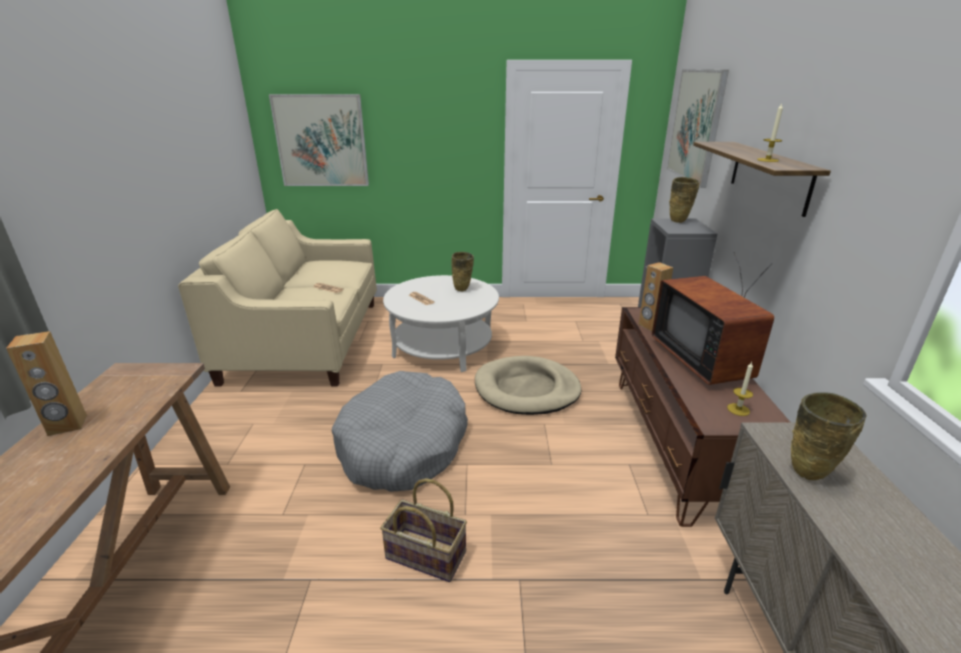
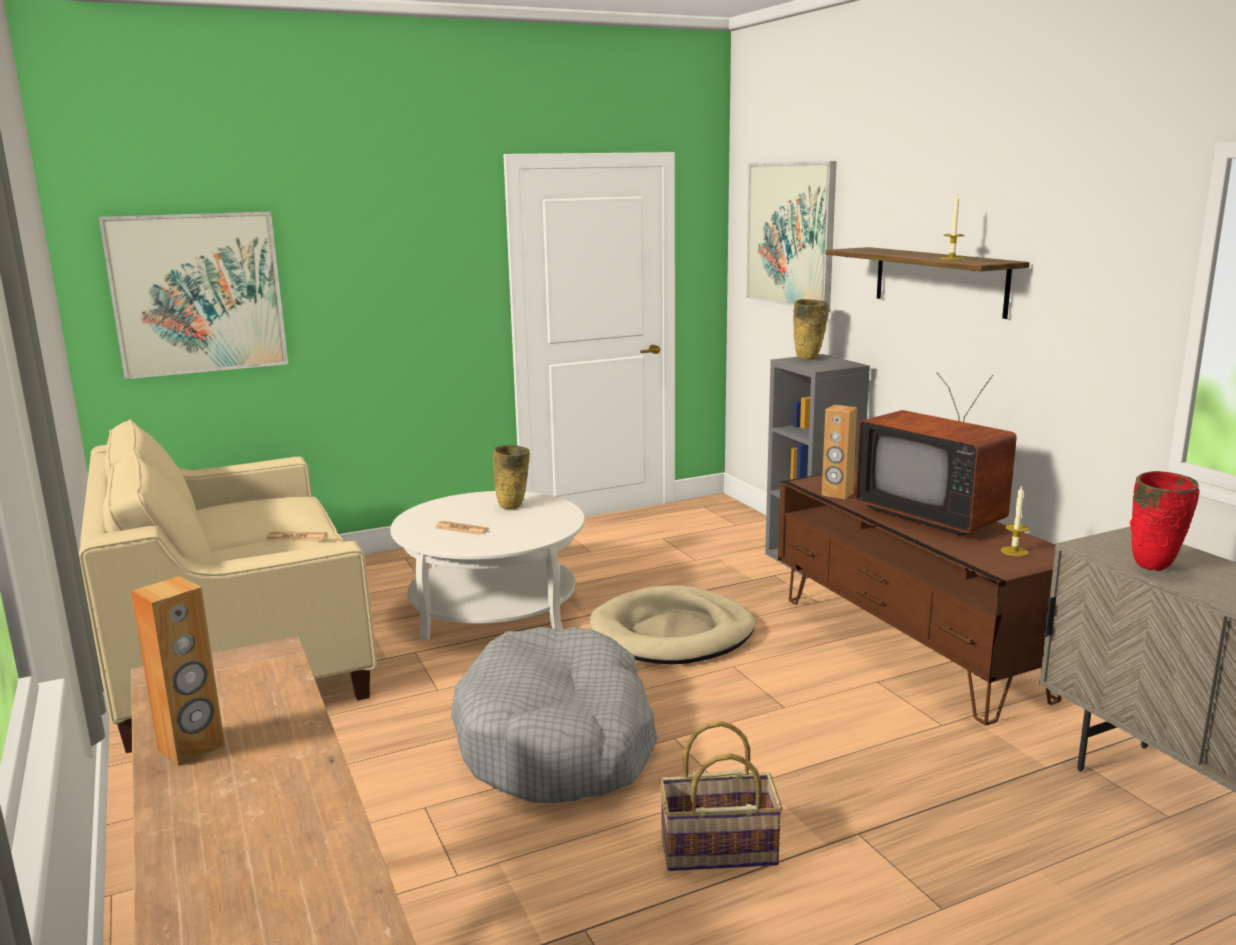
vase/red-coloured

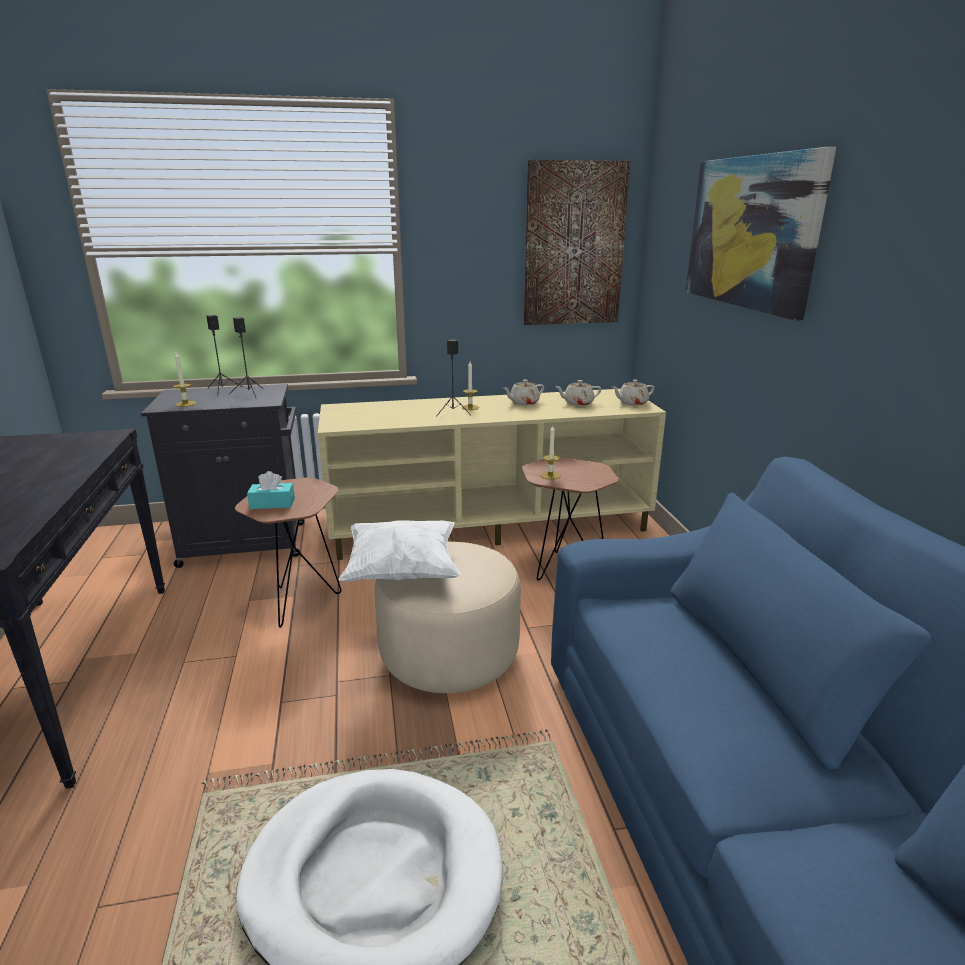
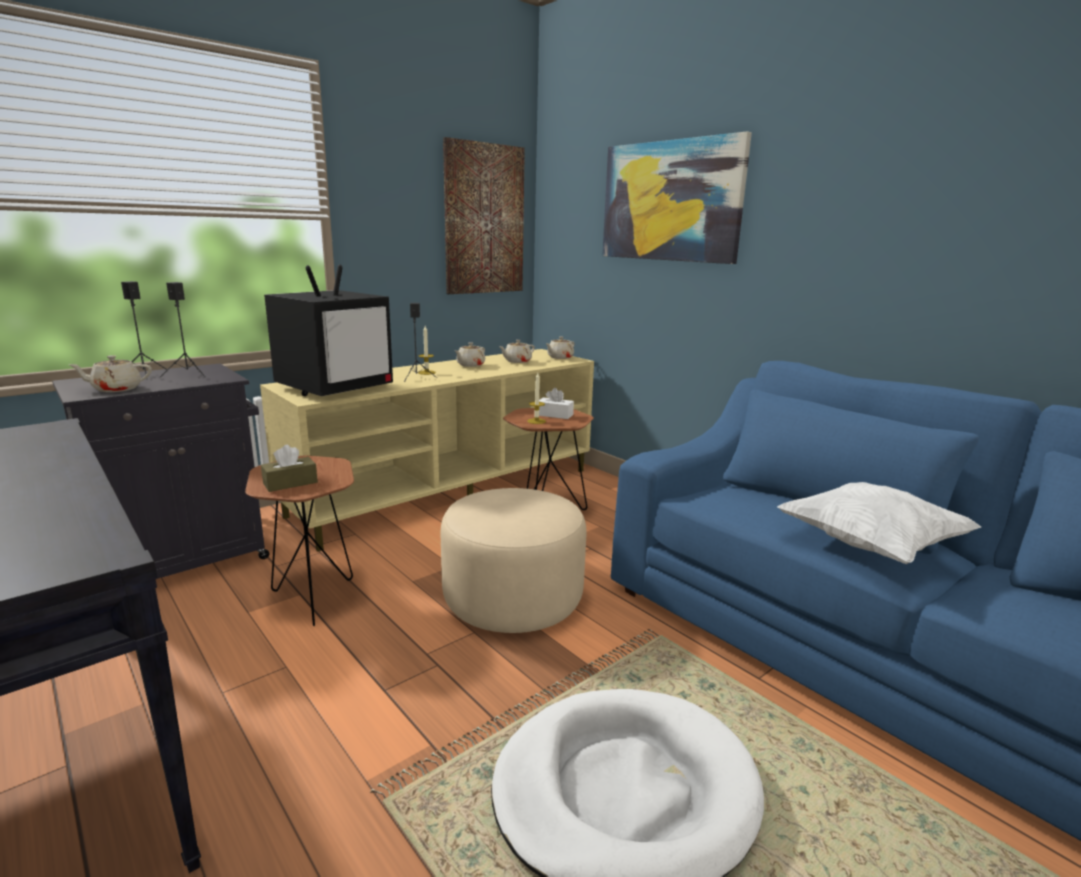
TV set; box of tissues/white-coloured; cushion/white-coloured; teapot/sand-coloured (no. 1 from left); box of tissues/brownish

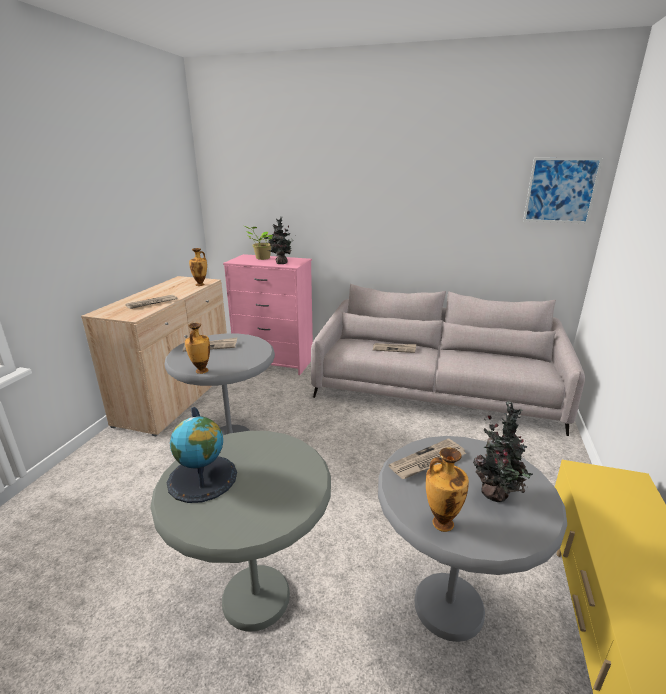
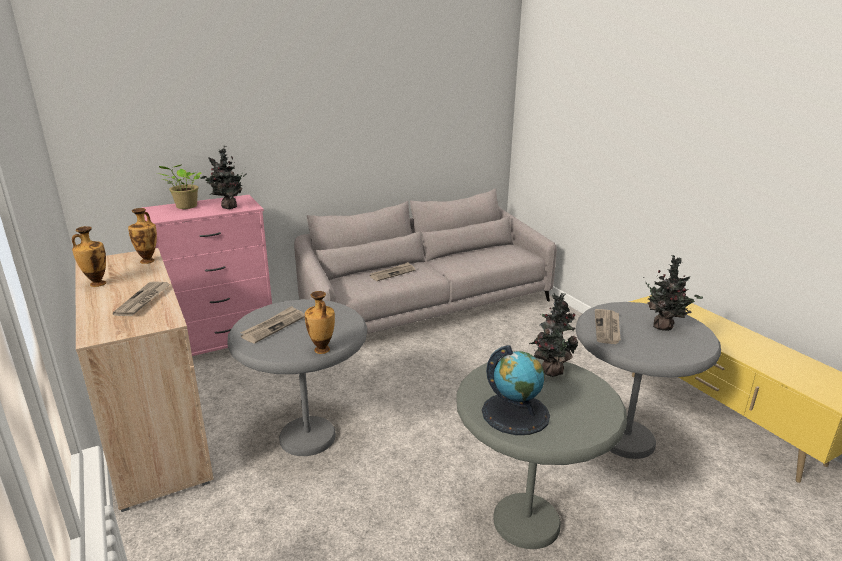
wall art; potted plant (no. 3 from left); vase (no. 1 from left)

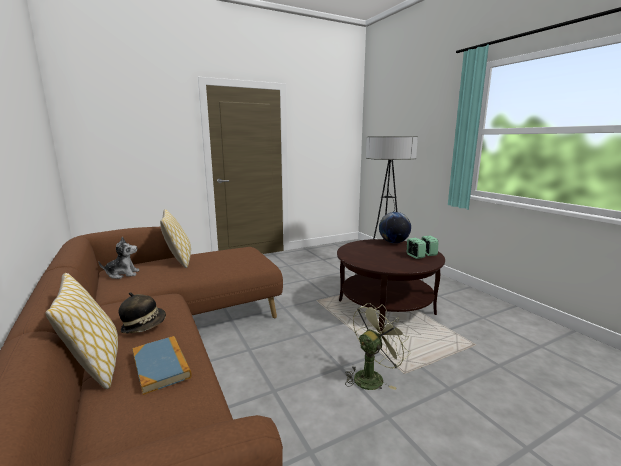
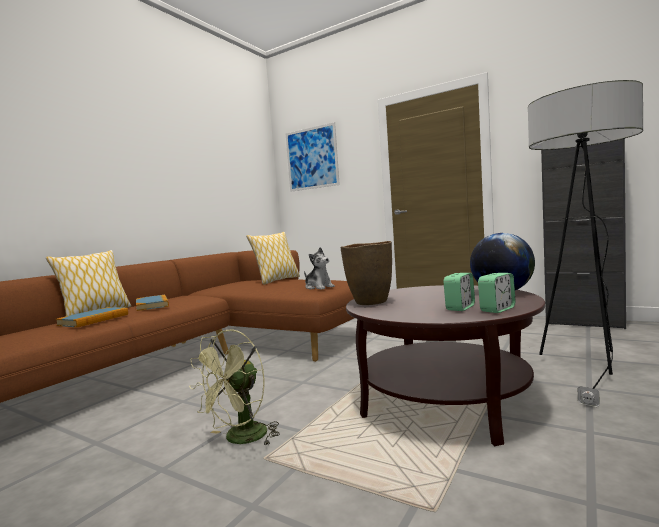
wall art; vase/brownish; cupboard/black-coloured; cuddly toy; book (no. 2 from left); electric fan/greenish

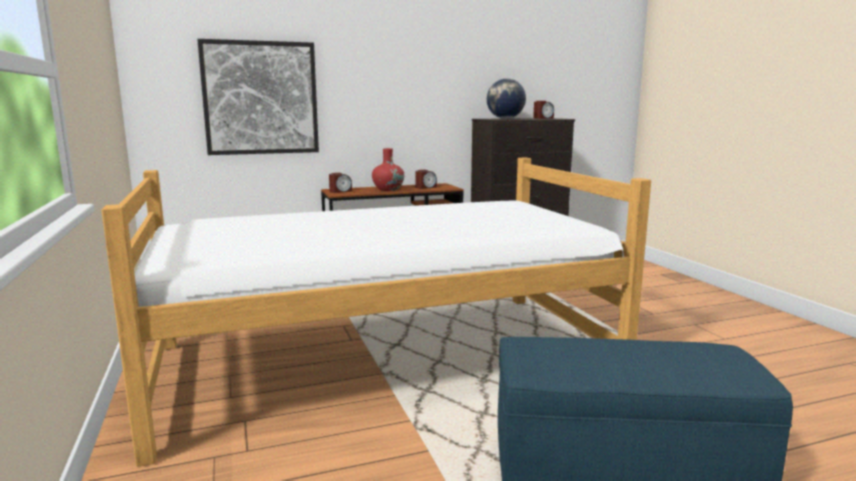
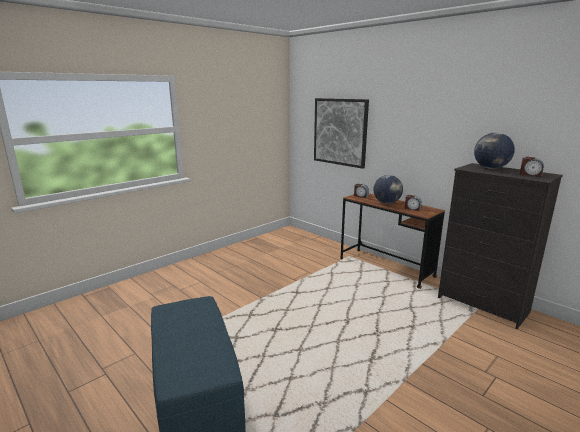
sleeping bed; desk globe (no. 1 from left)

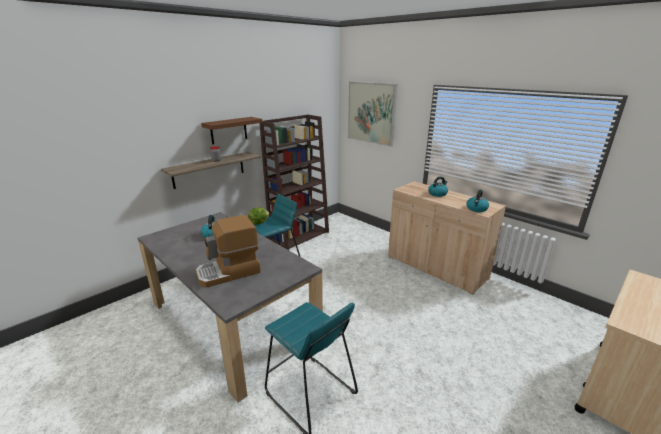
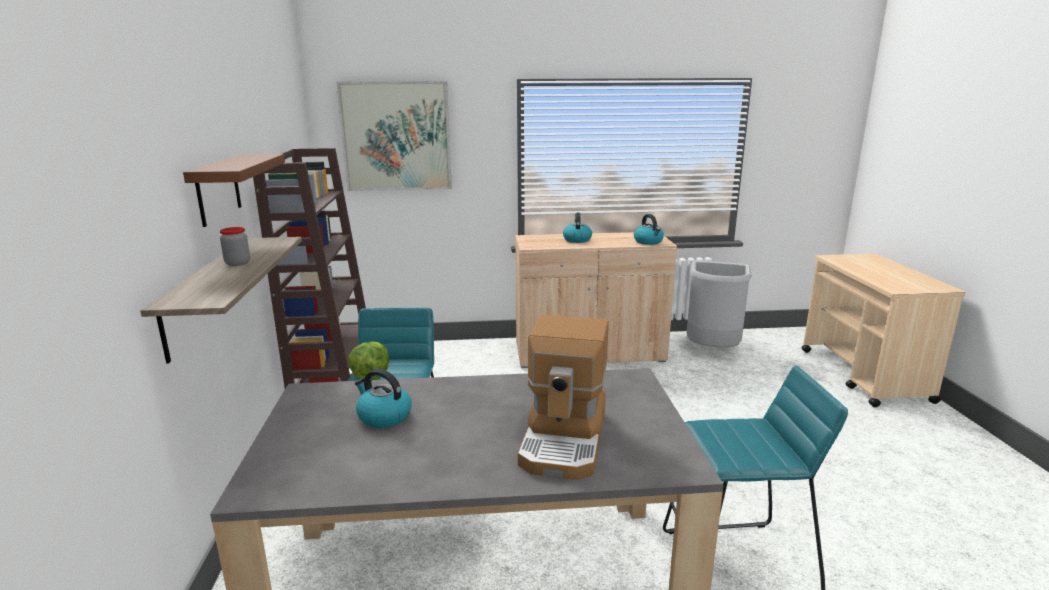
waste bin/greyish

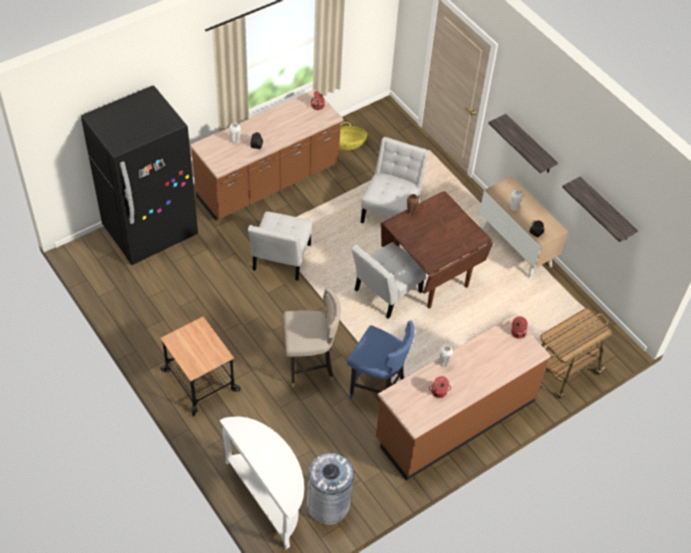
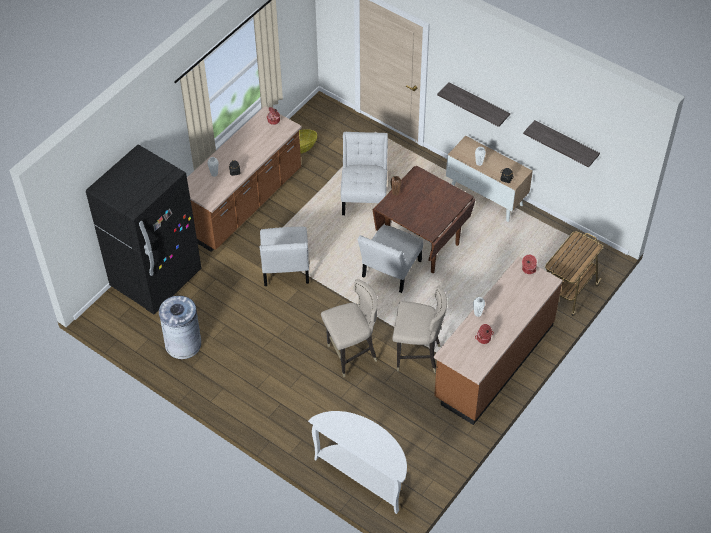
wheeled cart (no. 1 from left in the first image); waste bin/greyish; stool seat/sand-coloured (no. 2 from left)

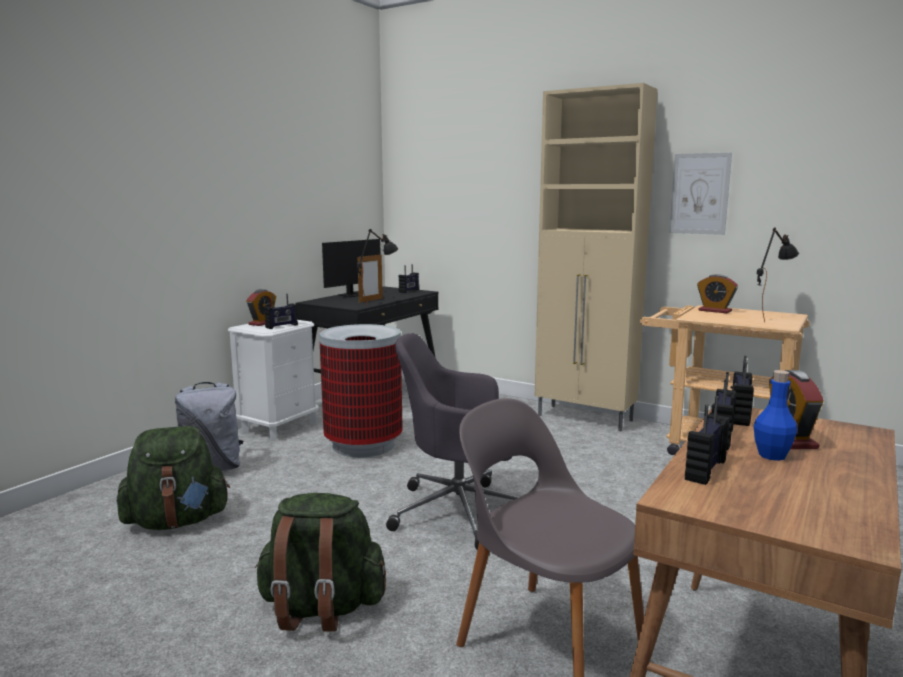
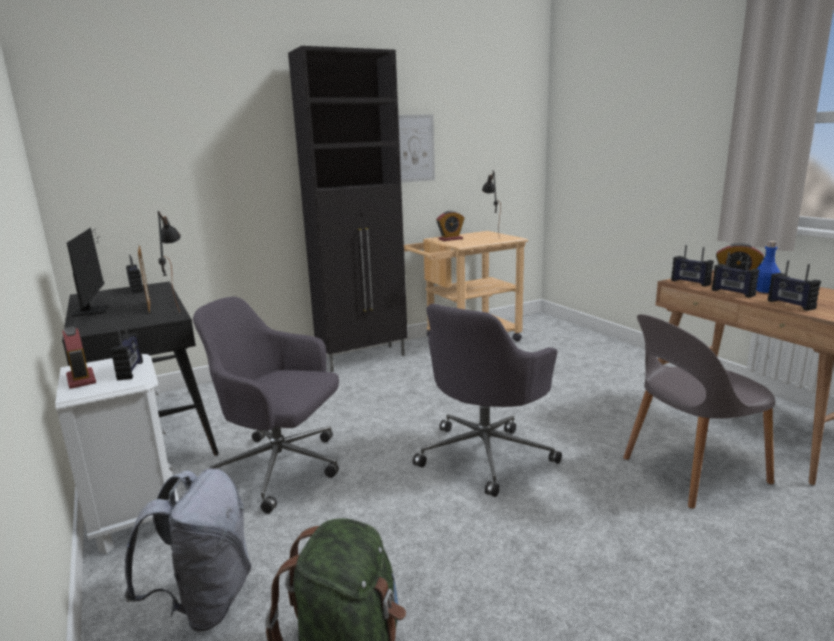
knapsack/greenish (no. 2 from left in the first image); office chair/greyish (no. 1 from left); cupboard/black-coloured

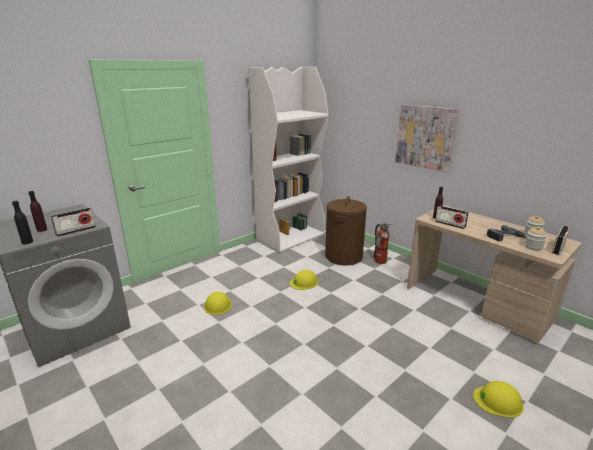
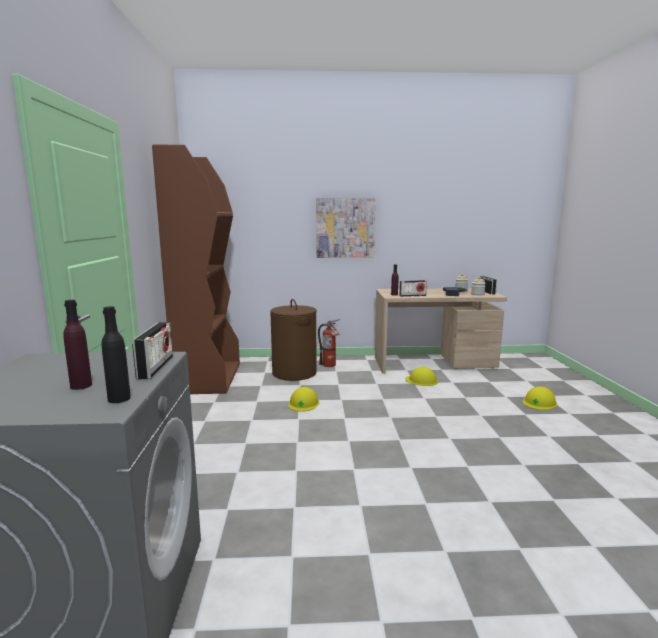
work helmet/yellow (no. 2 from left); shelving unit/brownish

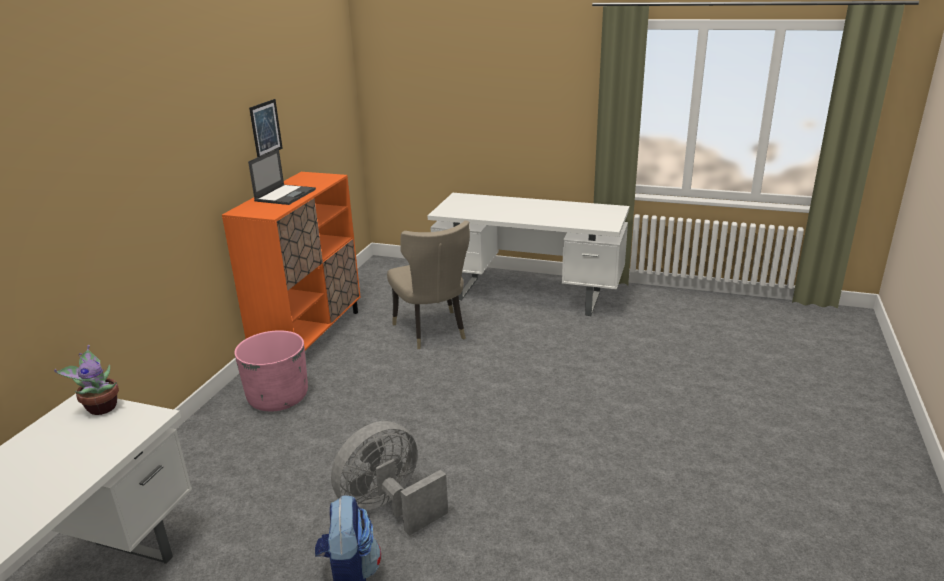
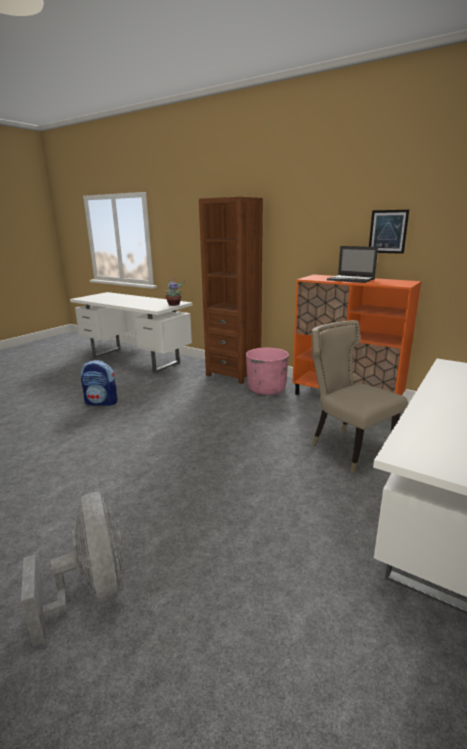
shelving unit/brownish; electric fan/greyish; chair/sand-coloured

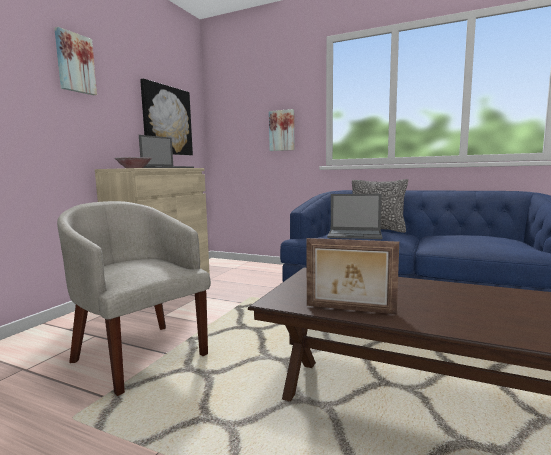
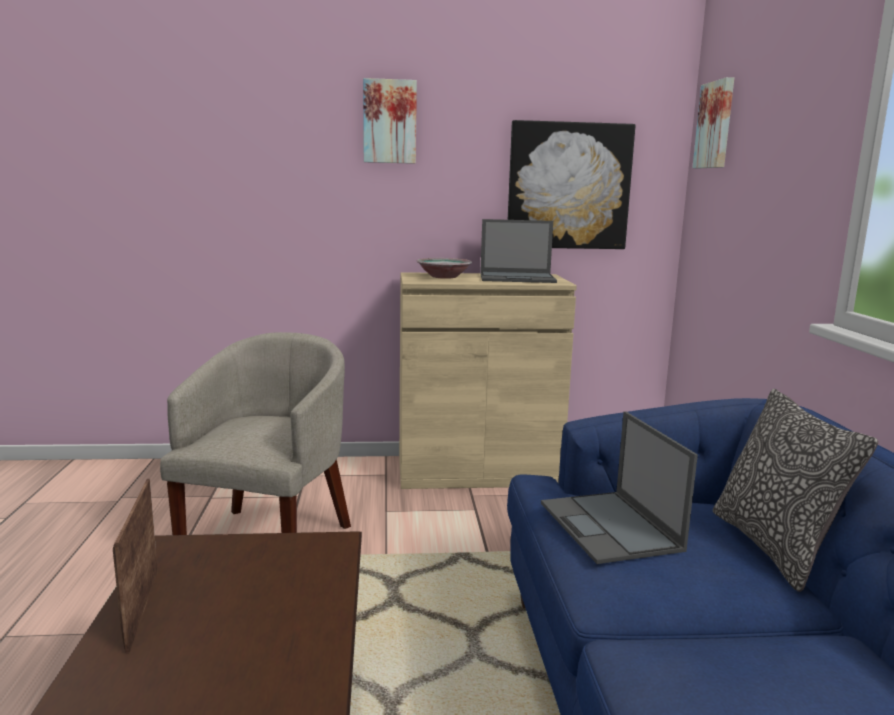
wall art (no. 3 from left)

